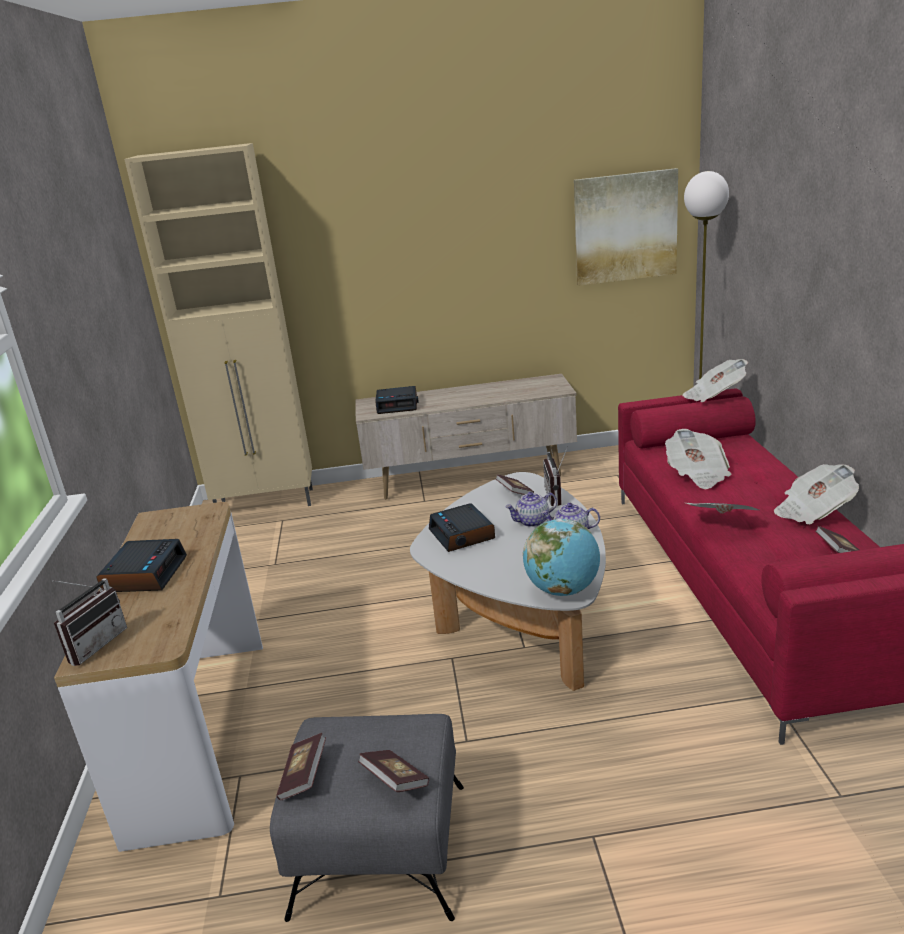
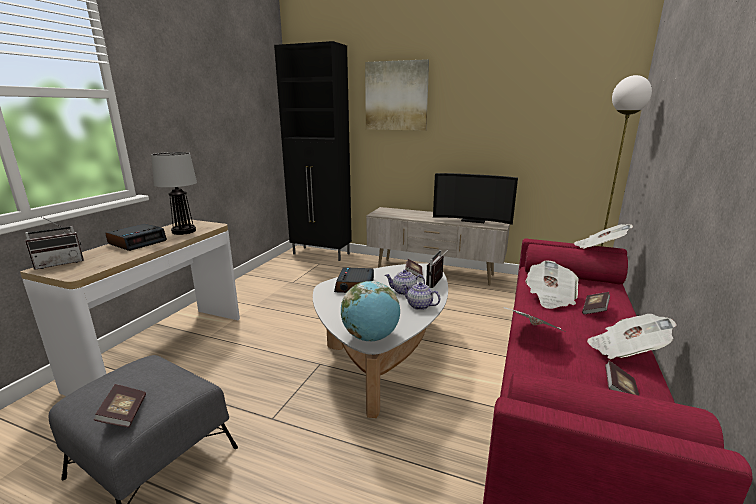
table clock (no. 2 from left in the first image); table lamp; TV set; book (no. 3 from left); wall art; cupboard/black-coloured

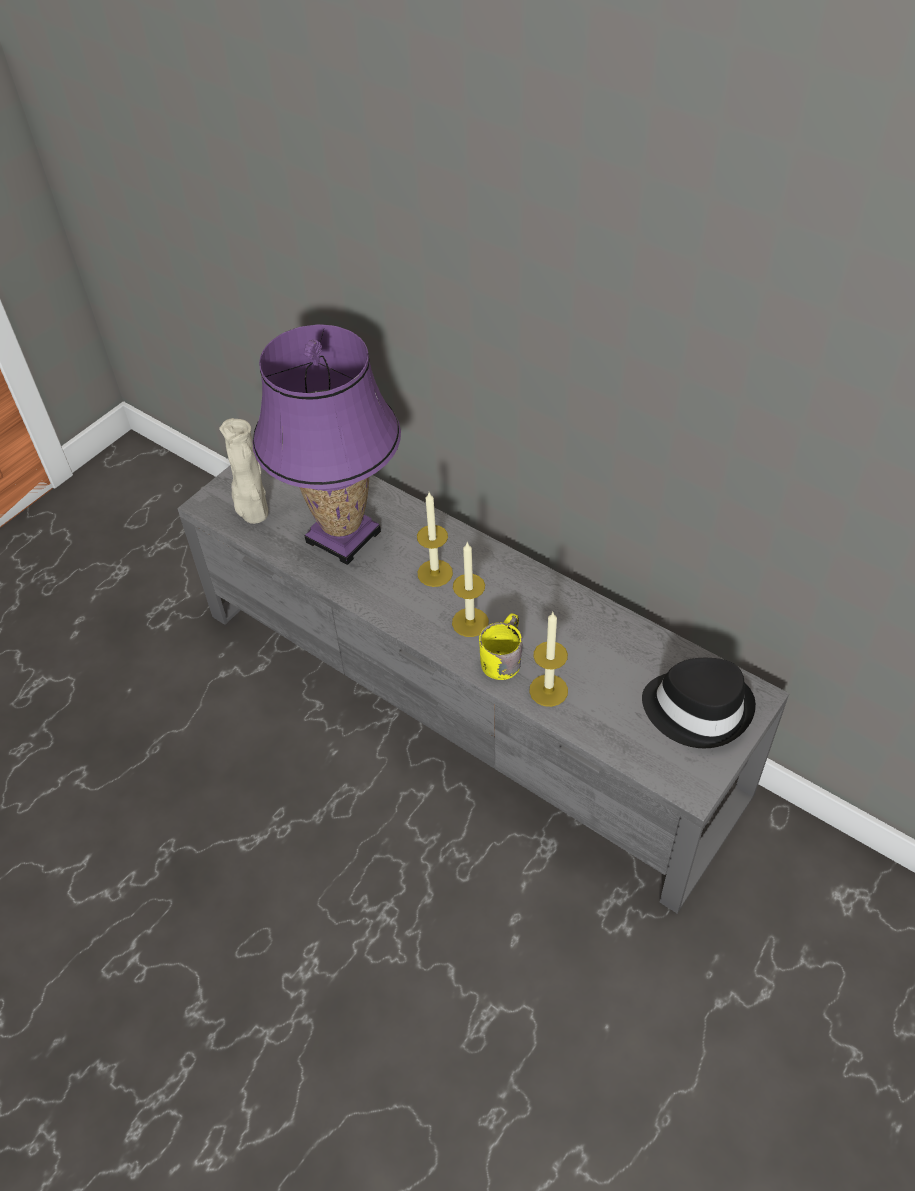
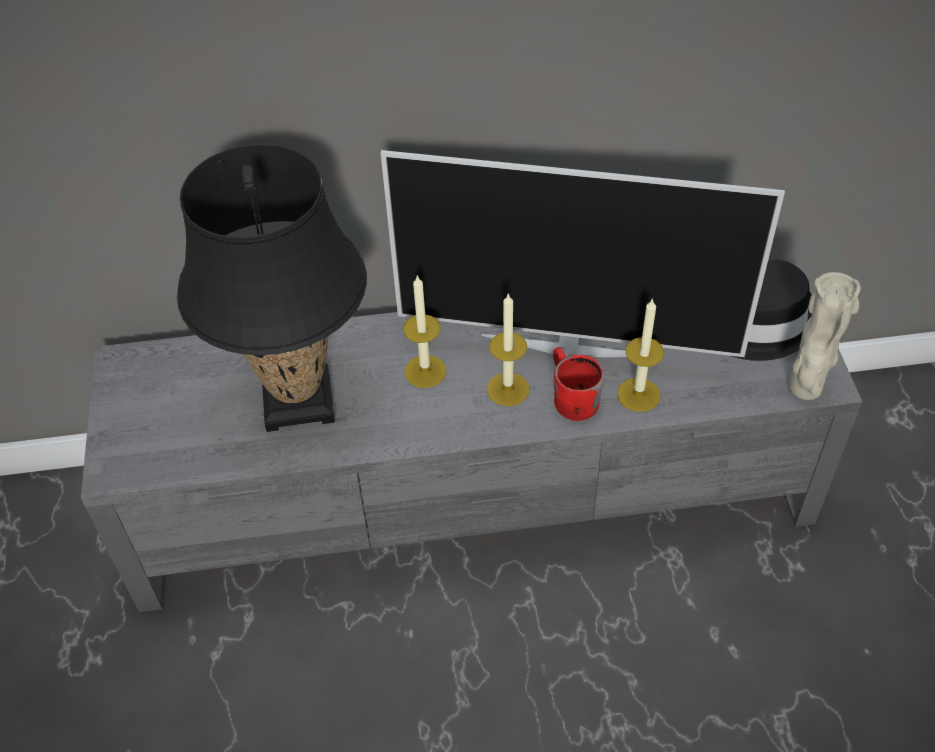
TV set; vase/sand-coloured; table lamp/black-coloured; tea mug/red-coloured

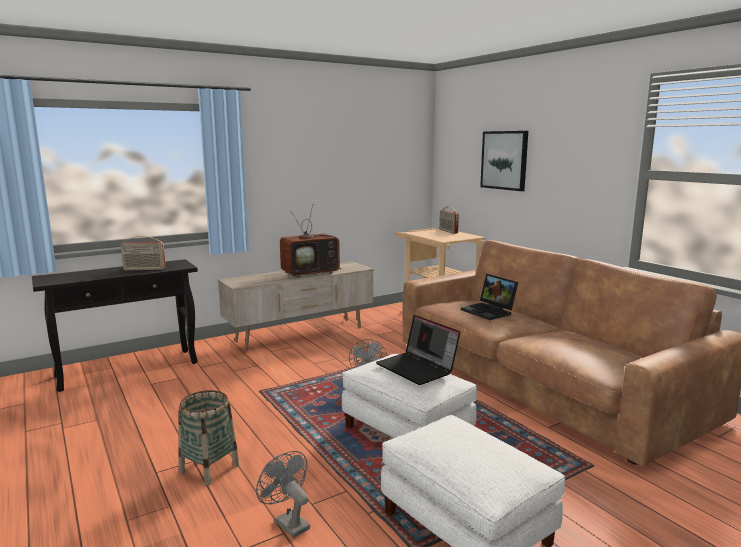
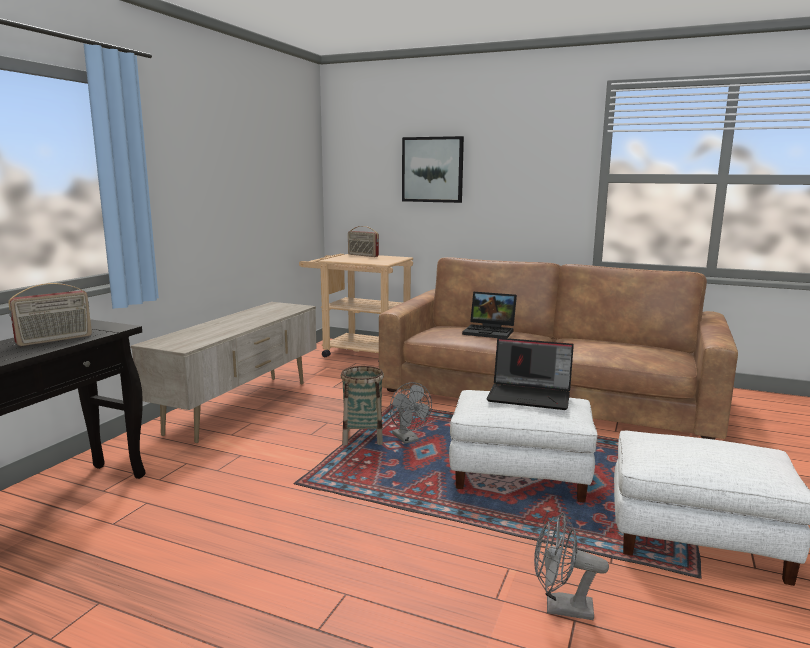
TV set; household basket

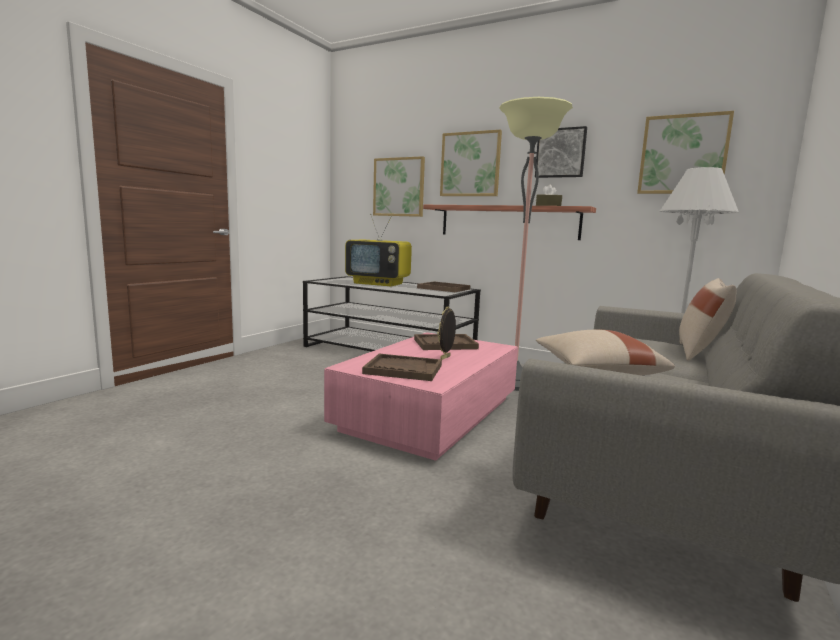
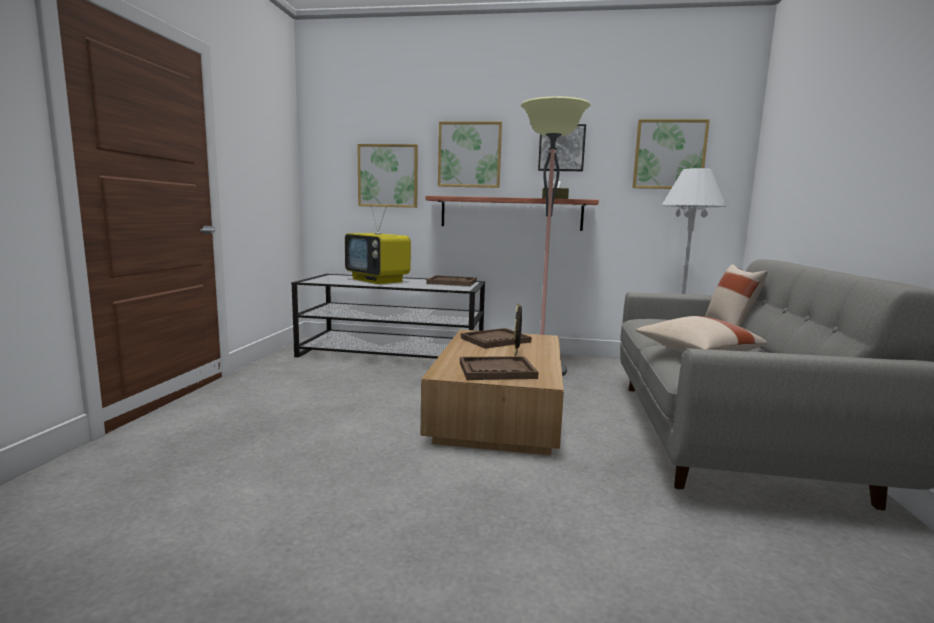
low table/brownish; TV set

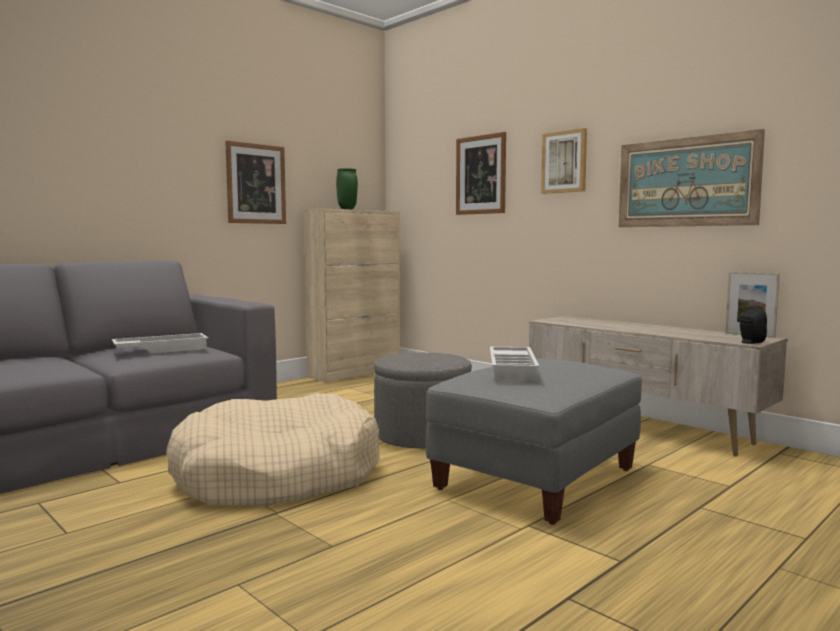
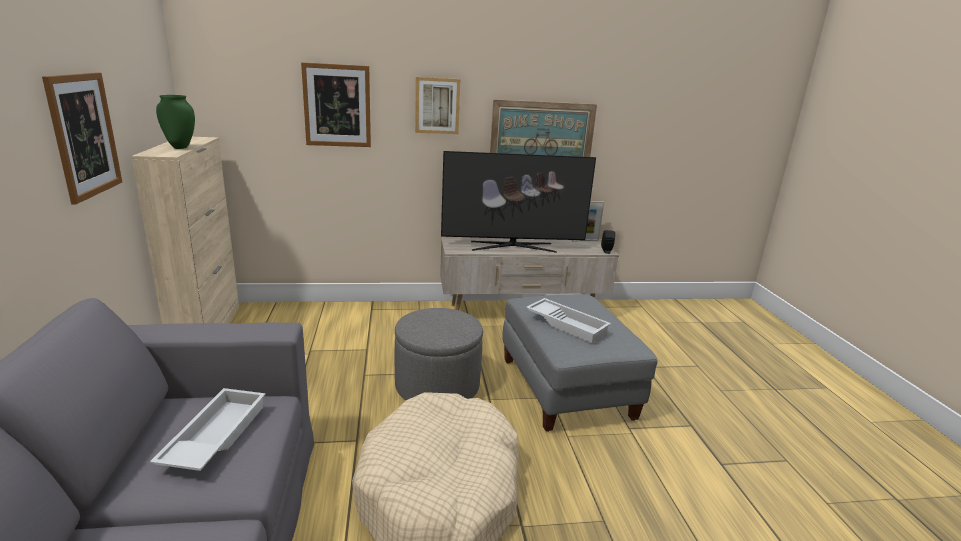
TV set

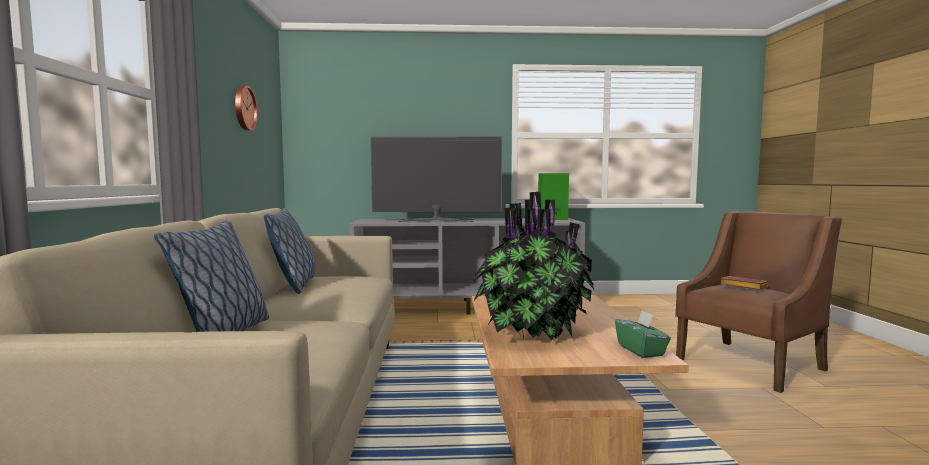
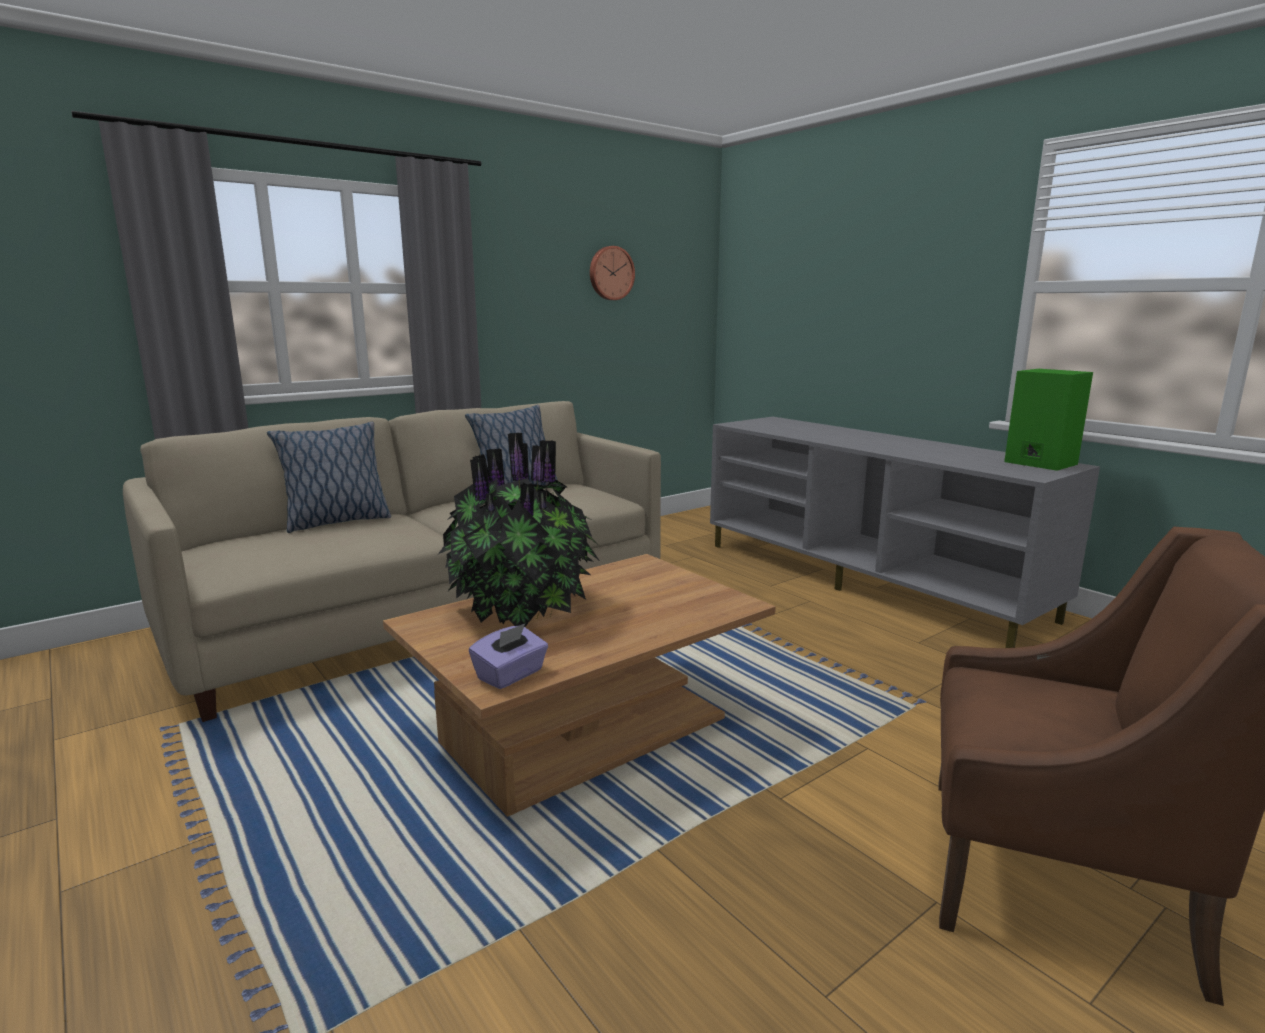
TV set; book/brownish; box of tissues/purple-coloured

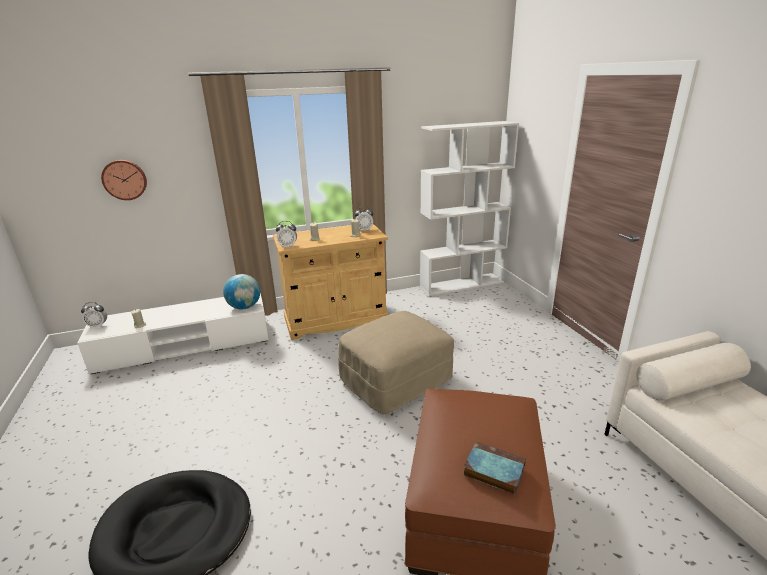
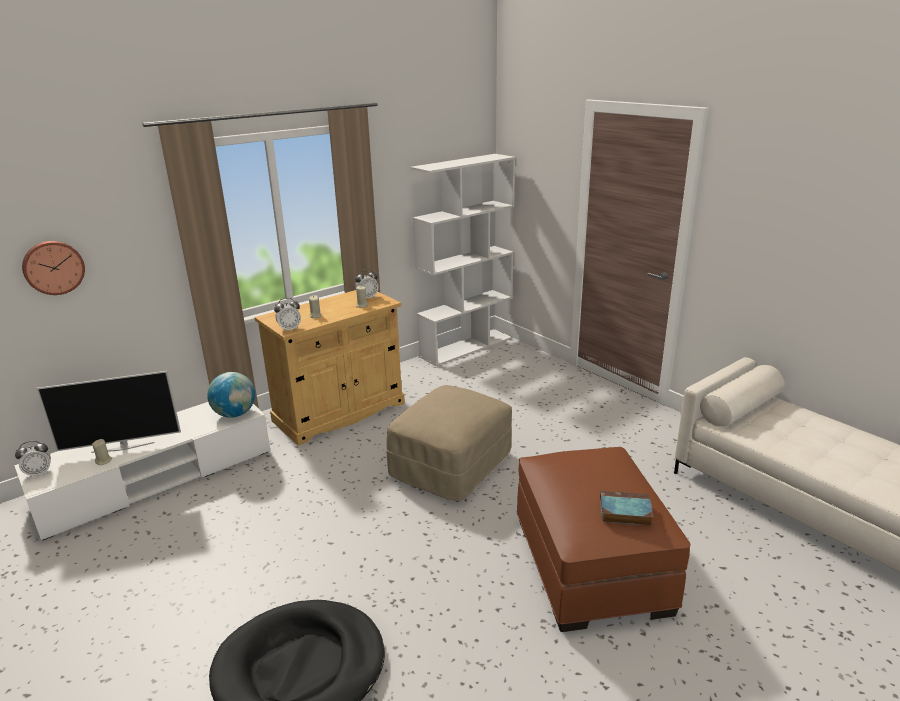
TV set

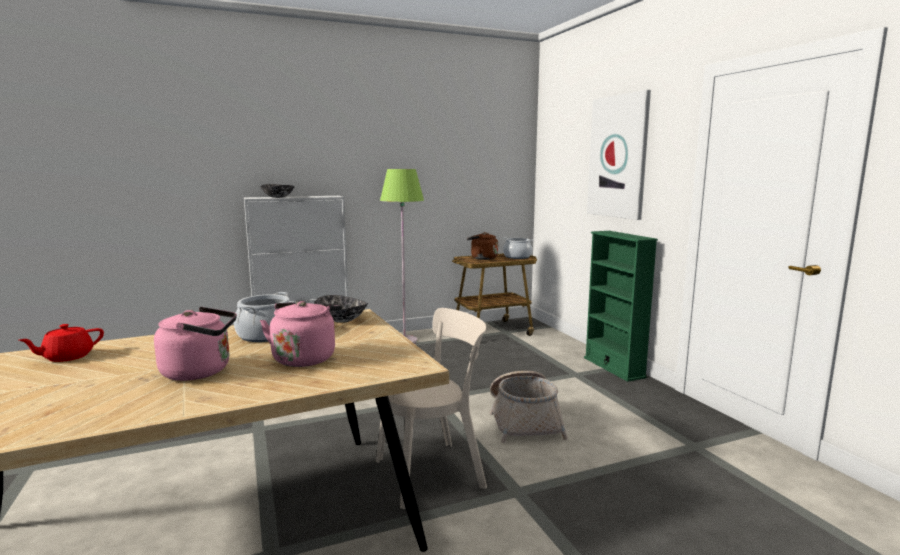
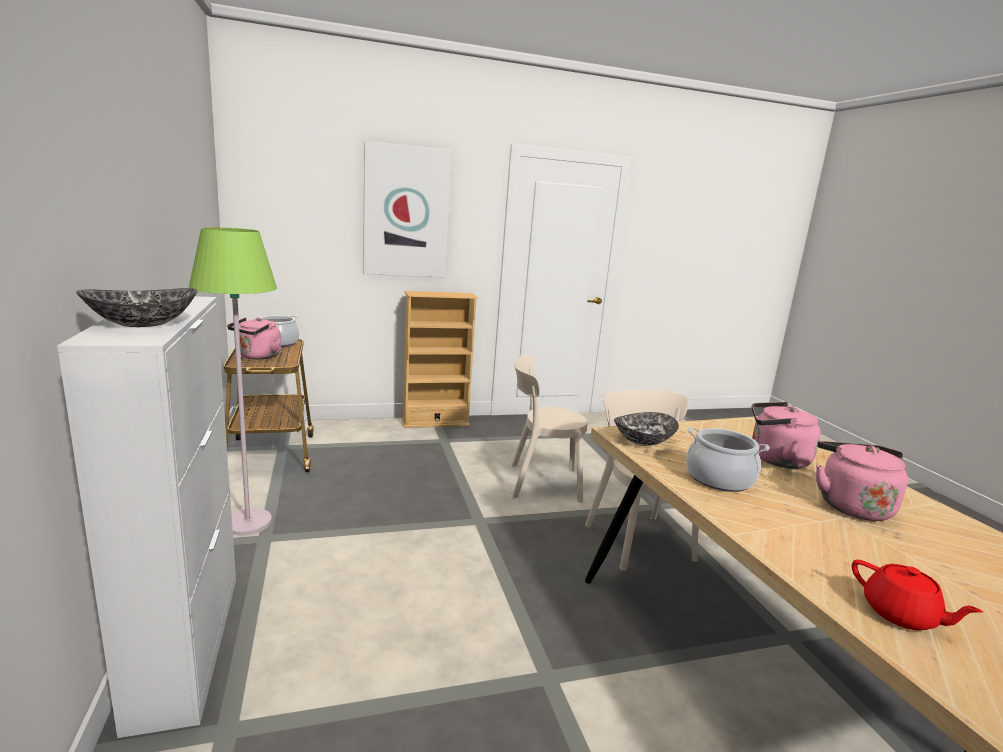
chair/sand-coloured (no. 1 from left); kettle/pink (no. 1 from left); shelving unit/sand-coloured

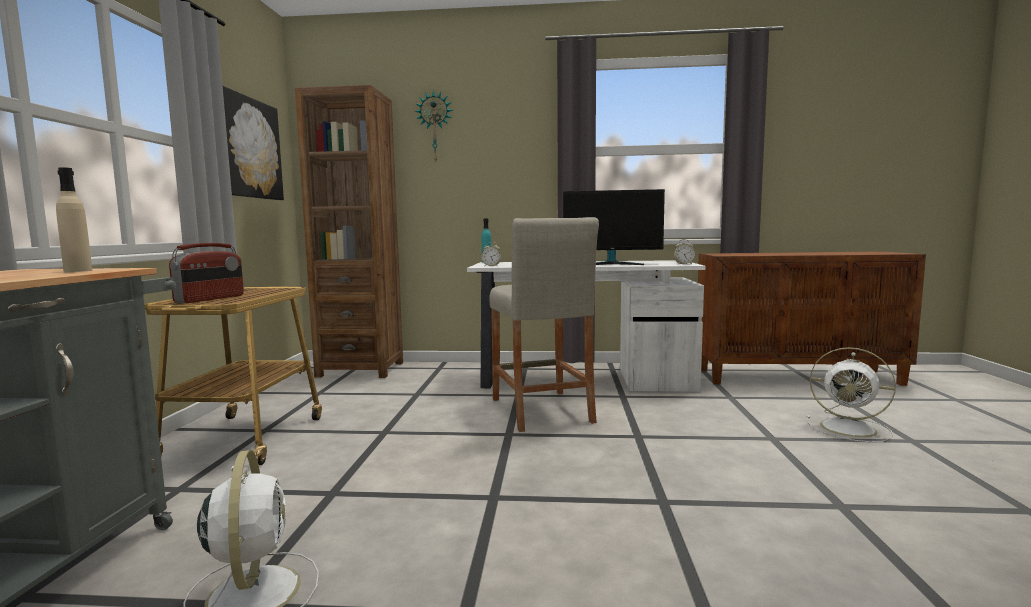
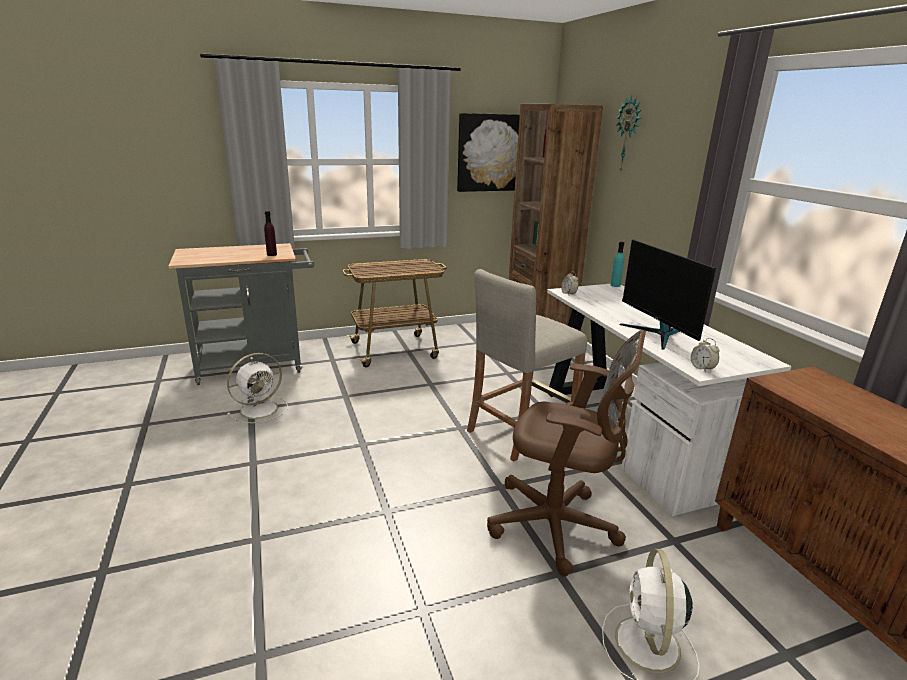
radio receiver; office chair/brownish; drink bottle/purple-coloured

